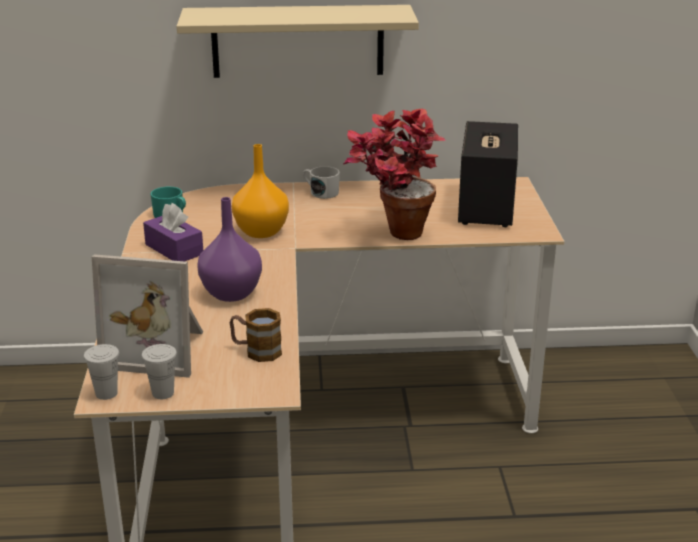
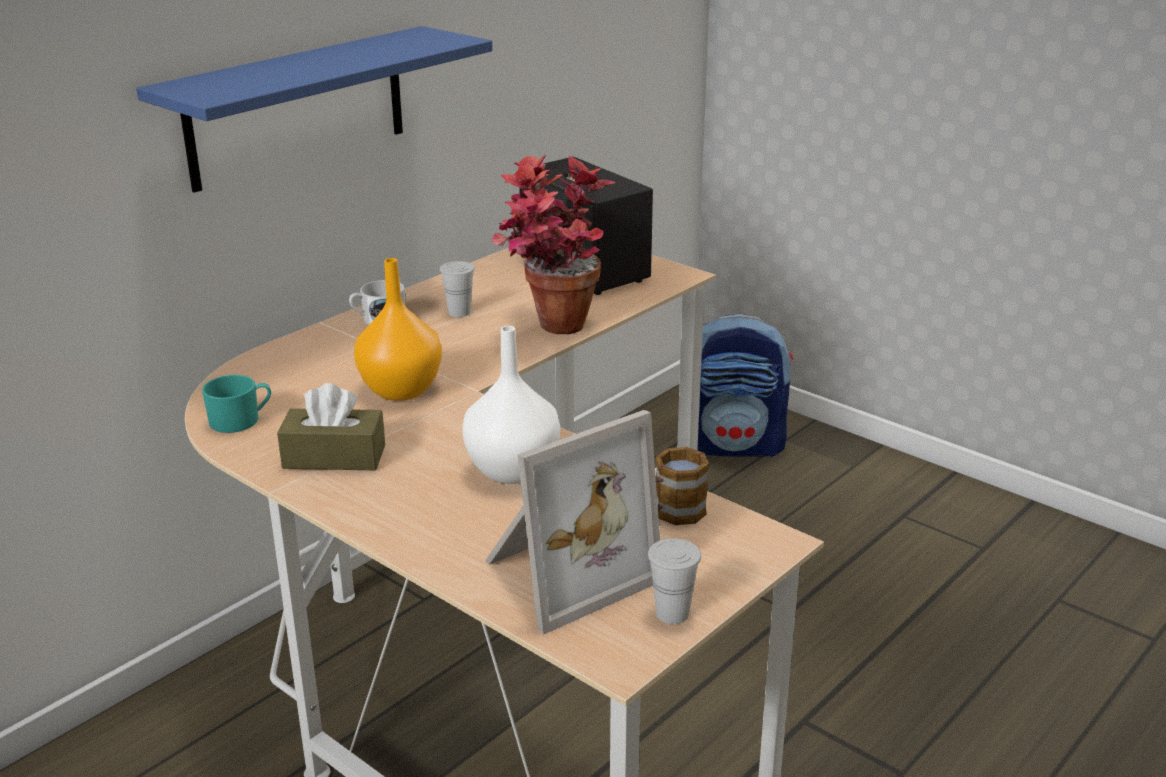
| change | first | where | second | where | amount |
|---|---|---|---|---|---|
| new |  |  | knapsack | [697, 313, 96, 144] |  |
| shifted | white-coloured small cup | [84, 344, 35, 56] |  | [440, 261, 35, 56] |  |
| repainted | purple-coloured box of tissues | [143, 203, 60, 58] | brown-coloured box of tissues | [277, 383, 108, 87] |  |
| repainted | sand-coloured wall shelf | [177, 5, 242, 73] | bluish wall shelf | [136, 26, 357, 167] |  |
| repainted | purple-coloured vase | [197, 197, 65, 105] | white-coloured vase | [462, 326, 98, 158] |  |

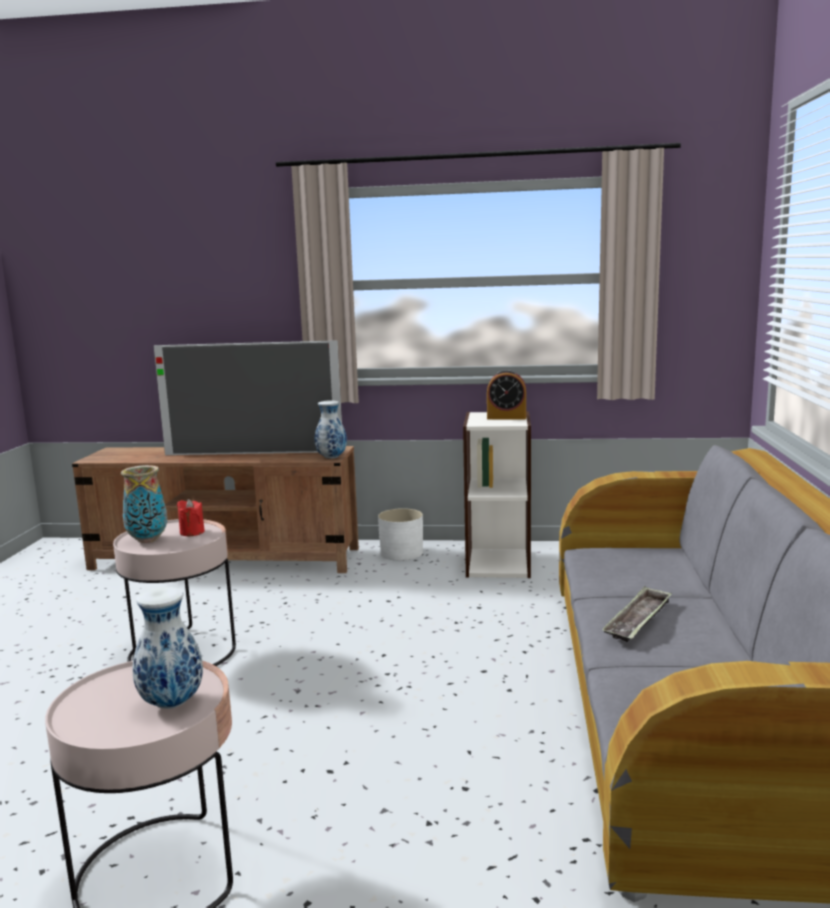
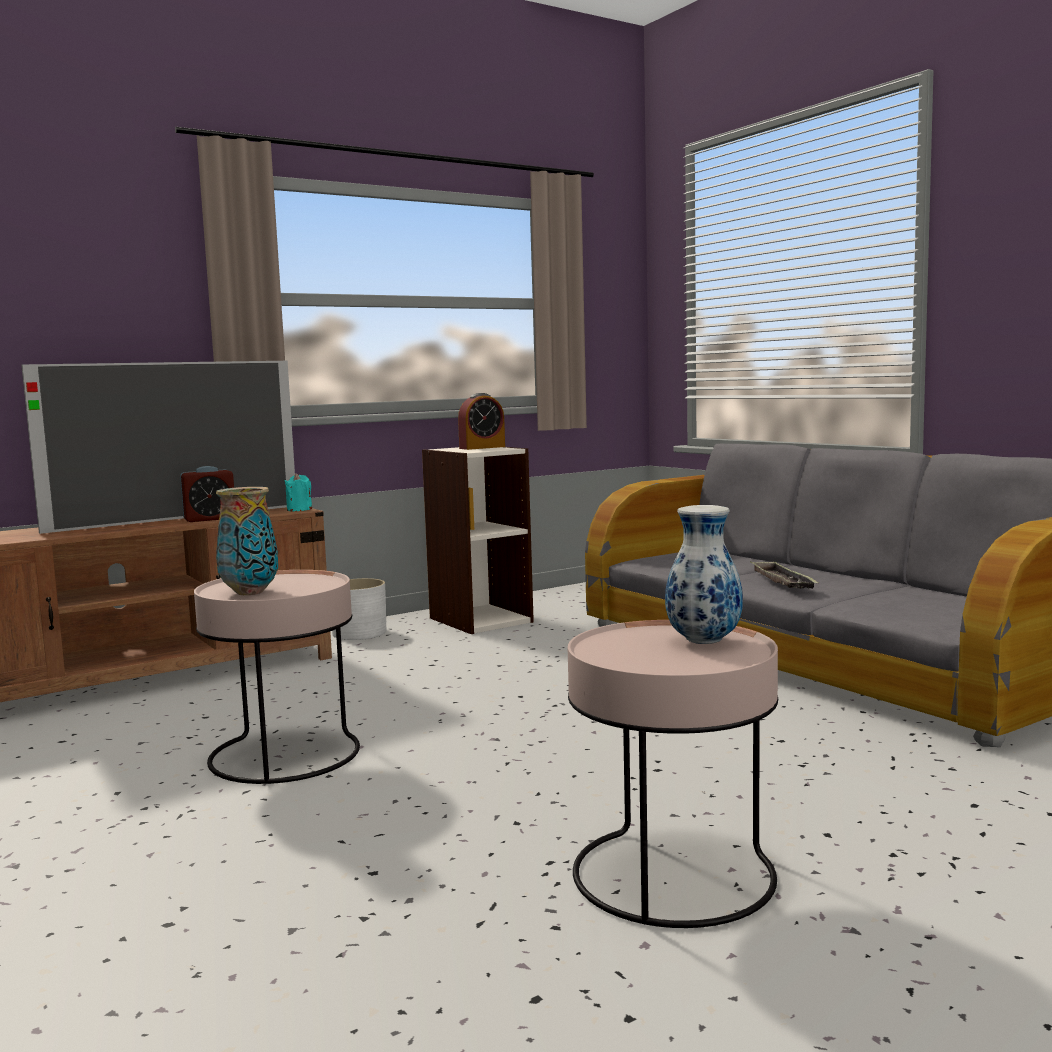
| change | first | where | second | where | amount |
|---|---|---|---|---|---|
| gone | reddish wax candle | [177, 499, 28, 37] |  |  |  |
| new |  |  | alarm clock | [180, 466, 54, 56] |  |
| swapped | vase | [315, 400, 32, 59] | turquoise wax candle | [284, 473, 28, 38] |  |

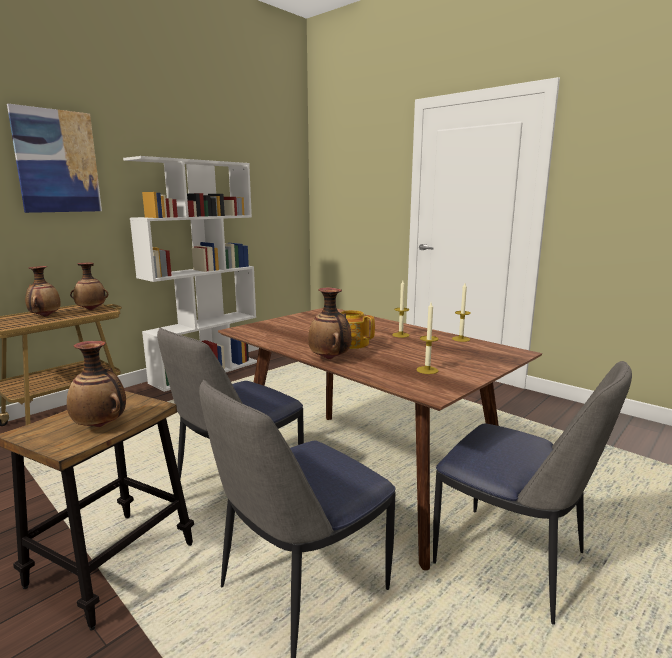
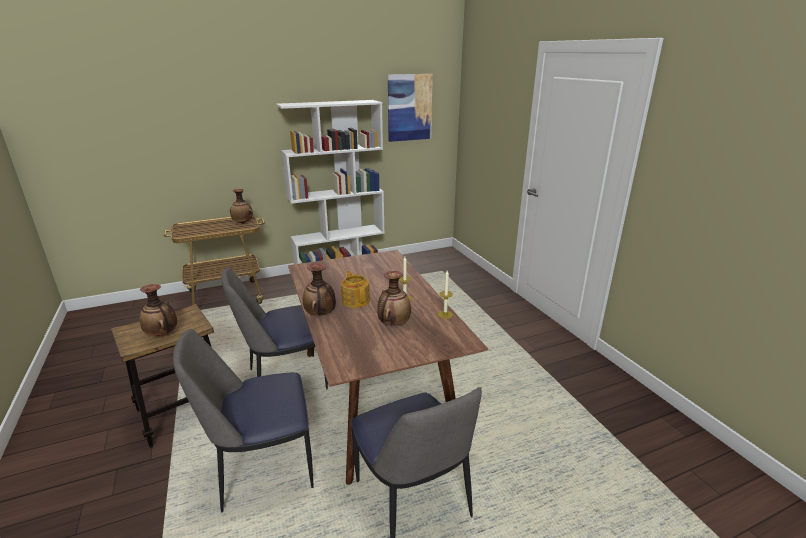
| change | first | where | second | where | amount |
|---|---|---|---|---|---|
| gone | wax candle | [416, 302, 23, 72] |  |  |  |
| shifted | wall picture | [7, 104, 95, 109] |  | [388, 74, 45, 68] |  |
| shifted | vase | [25, 266, 36, 51] |  | [377, 271, 34, 54] |  |

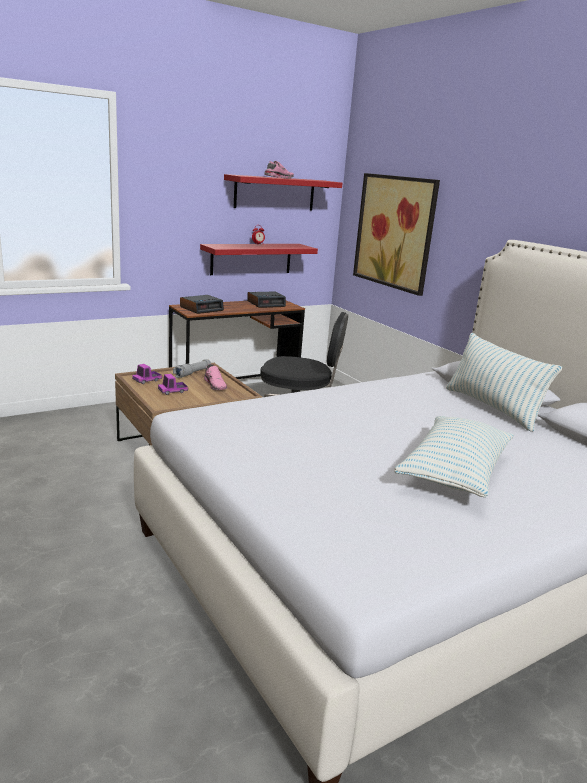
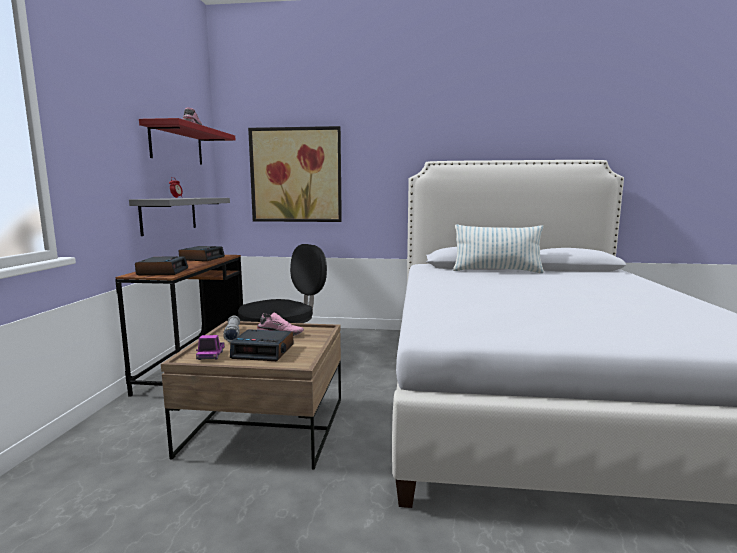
| change | first | where | second | where | amount |
|---|---|---|---|---|---|
| gone | throw pillow | [394, 416, 120, 81] |  |  |  |
| swapped | toy lorry | [158, 374, 30, 21] | alarm clock | [230, 329, 63, 32] |  |
| repainted | reddish wall shelf | [200, 244, 118, 31] | gray wall shelf | [129, 198, 101, 38] |  |

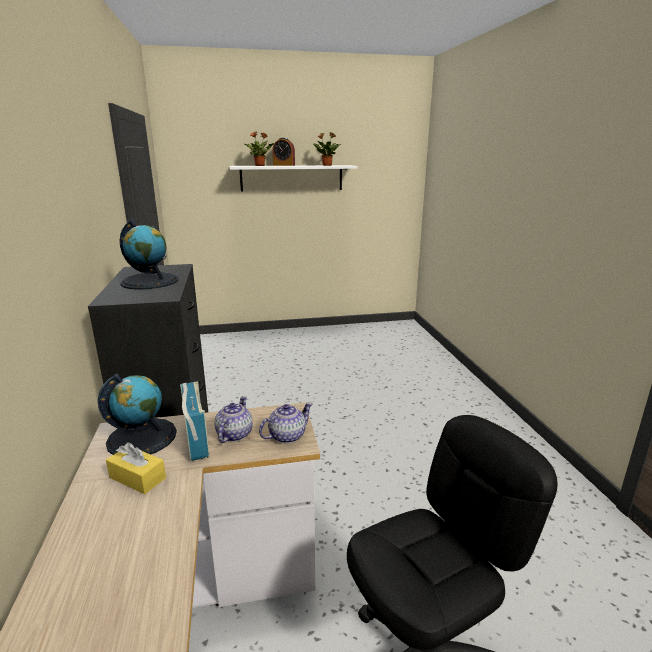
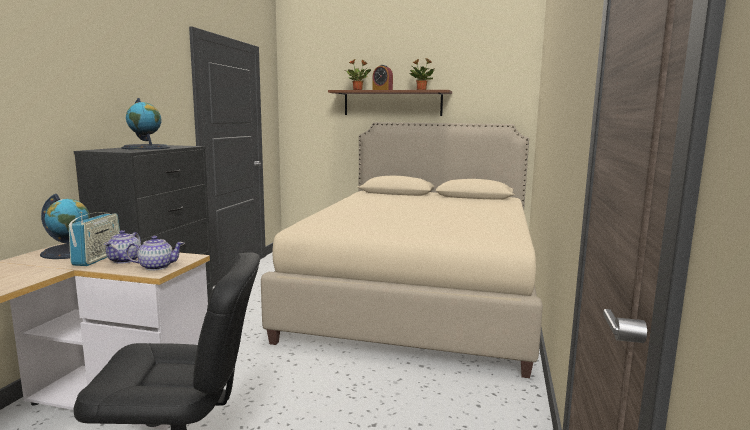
| change | first | where | second | where | amount |
|---|---|---|---|---|---|
| gone | yellowish box of tissues | [106, 442, 60, 52] |  |  |  |
| new |  |  | sand-coloured bed | [261, 122, 282, 256] |  |
| repainted | white-coloured wall shelf | [230, 165, 128, 27] | brown-coloured wall shelf | [328, 90, 124, 26] |  |
| rotated | teapot | [215, 396, 38, 47] |  | [104, 230, 37, 34] | 150 degrees clockwise |

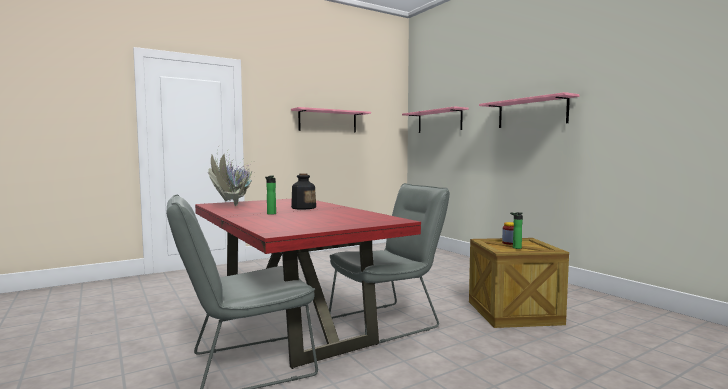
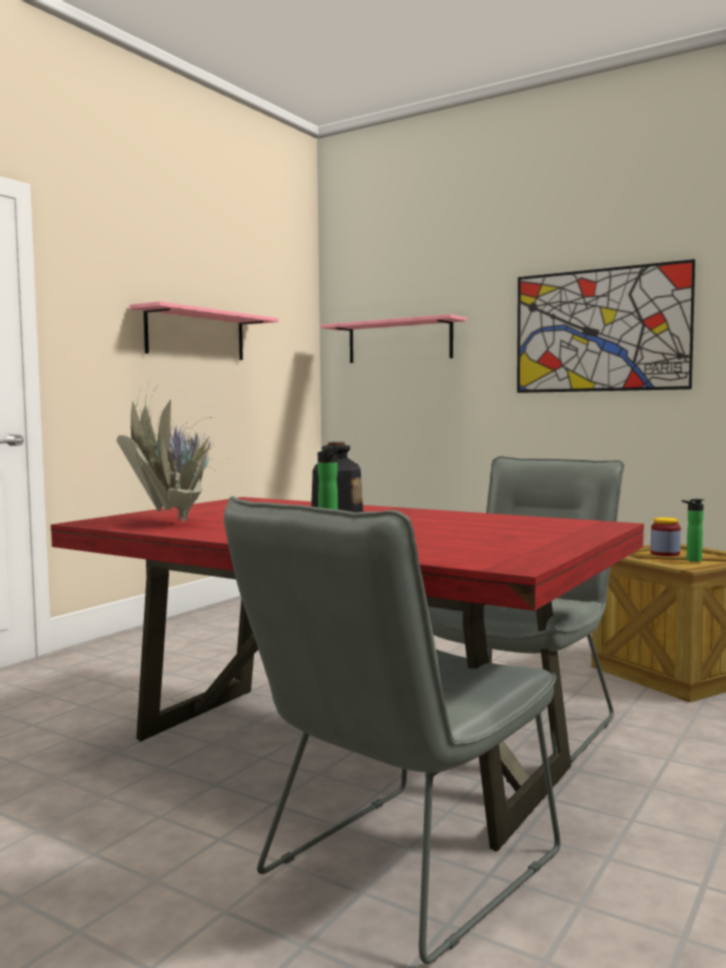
| change | first | where | second | where | amount |
|---|---|---|---|---|---|
| swapped | pink-coloured wall shelf | [479, 92, 101, 36] | wall picture | [517, 259, 178, 134] |  |

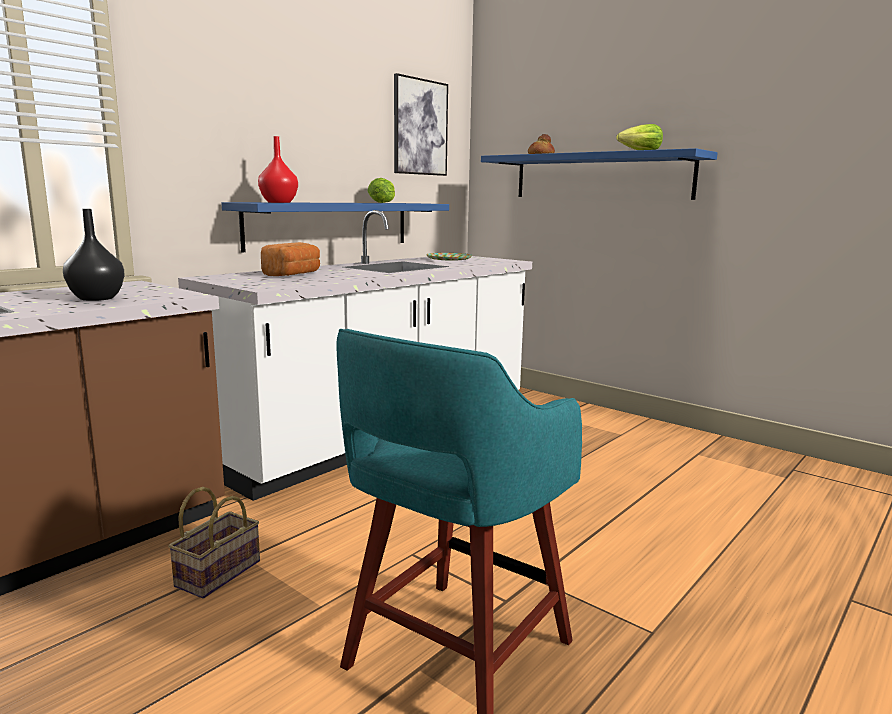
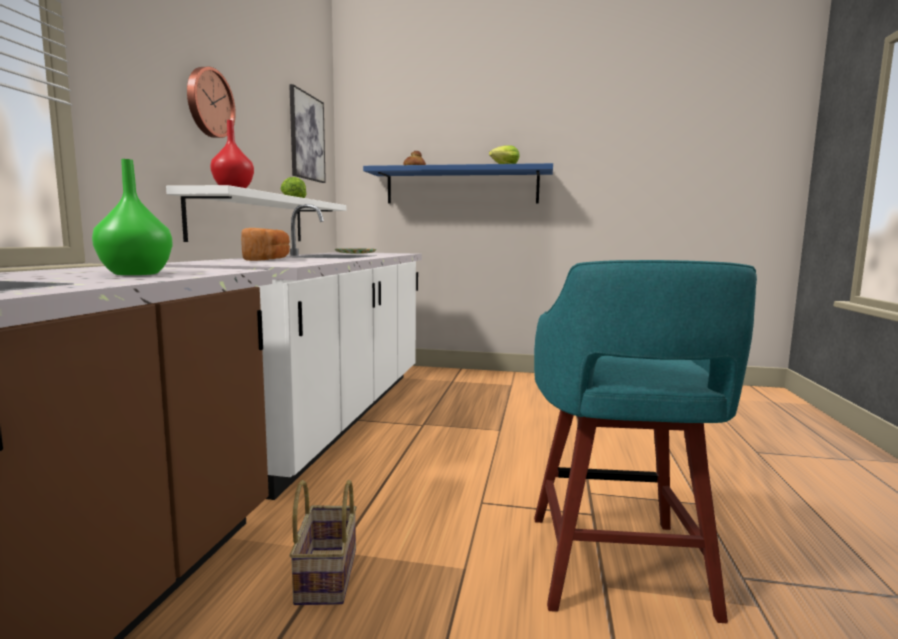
| change | first | where | second | where | amount |
|---|---|---|---|---|---|
| new |  |  | wall clock | [187, 67, 49, 71] |  |
| repainted | black-coloured vase | [63, 209, 62, 92] | green vase | [92, 159, 81, 116] |  |
| repainted | bluish wall shelf | [222, 202, 227, 50] | white-coloured wall shelf | [166, 185, 181, 57] |  |

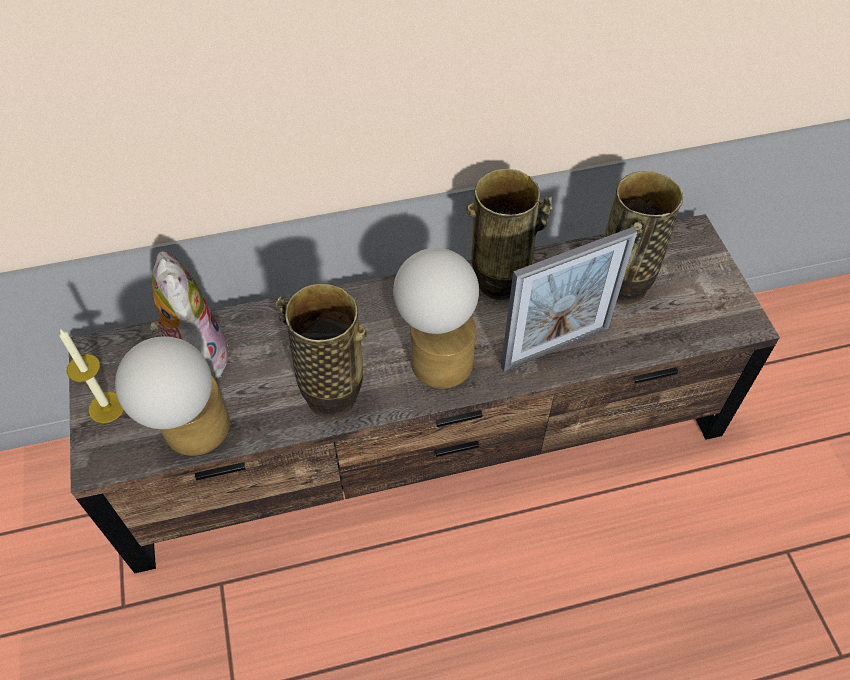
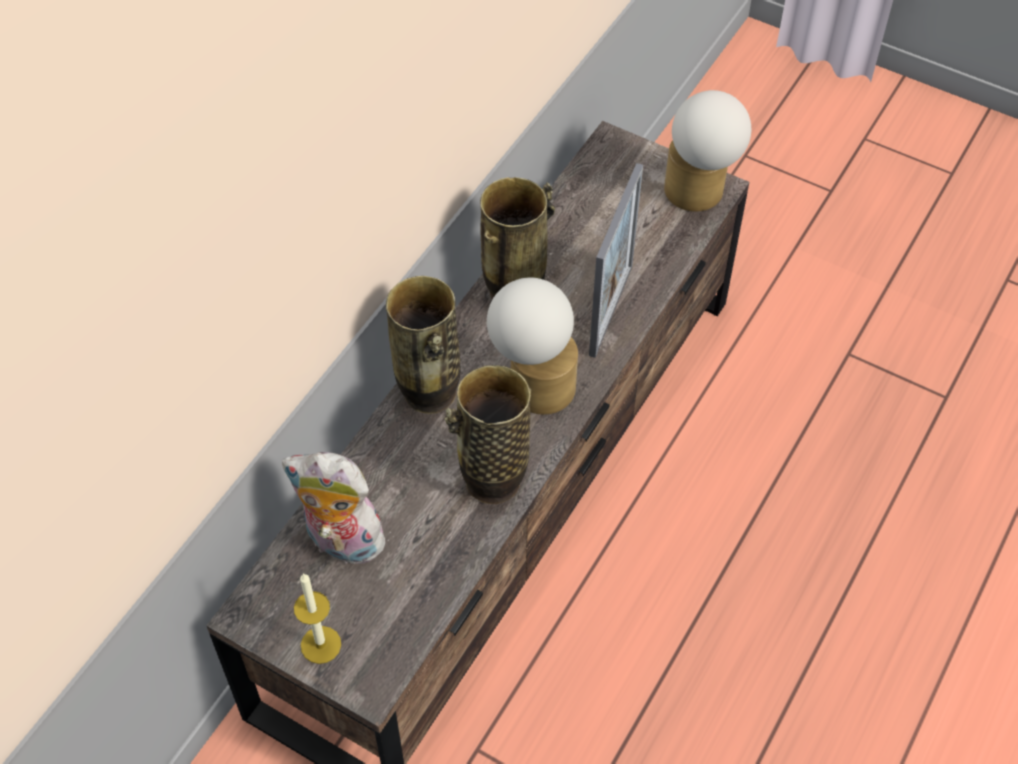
| change | first | where | second | where | amount |
|---|---|---|---|---|---|
| shifted | table lamp | [115, 336, 115, 120] |  | [664, 90, 87, 122] |  |
| shifted | vase | [604, 171, 79, 134] |  | [386, 276, 74, 138] |  |

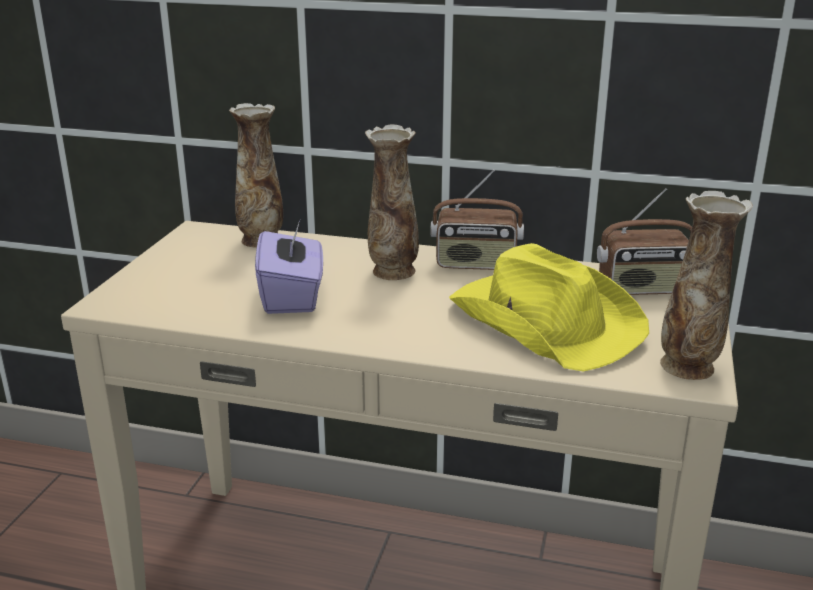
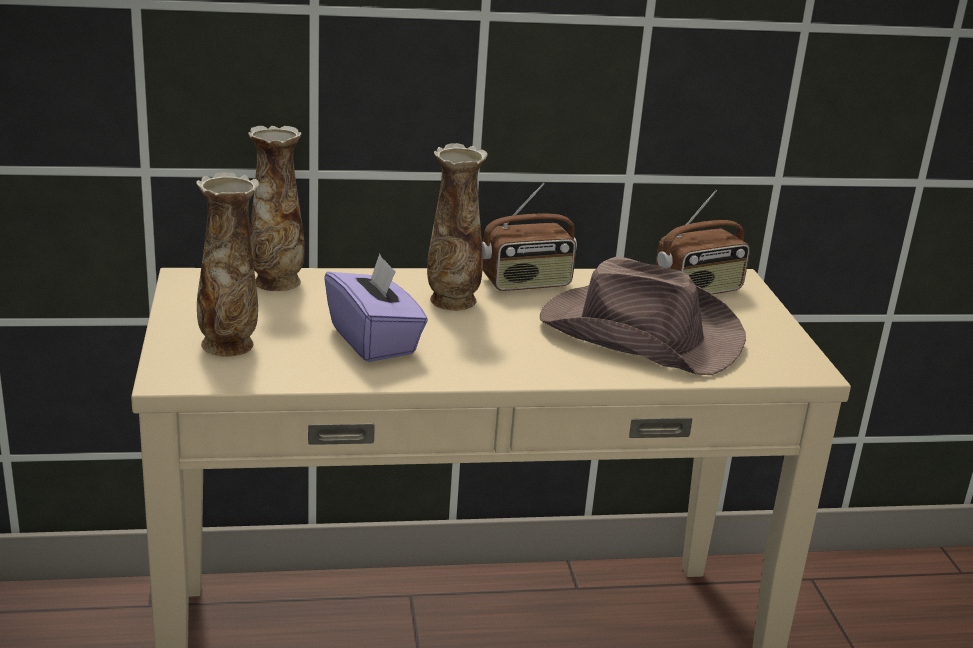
| change | first | where | second | where | amount |
|---|---|---|---|---|---|
| shifted | vase | [660, 191, 93, 189] |  | [196, 172, 63, 185] |  |
| repainted | yellowish clothing hat | [449, 243, 200, 129] | brown-coloured clothing hat | [540, 257, 206, 118] |  |

